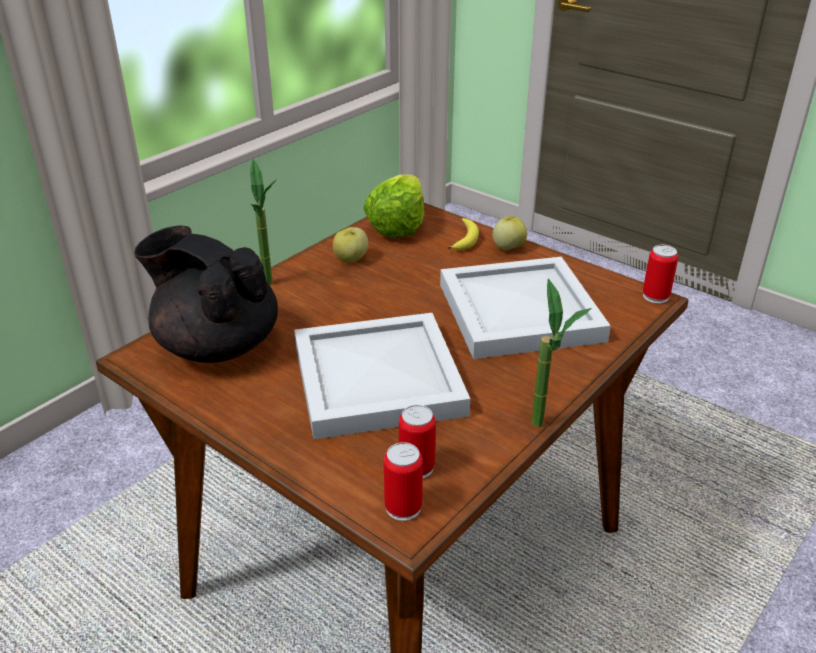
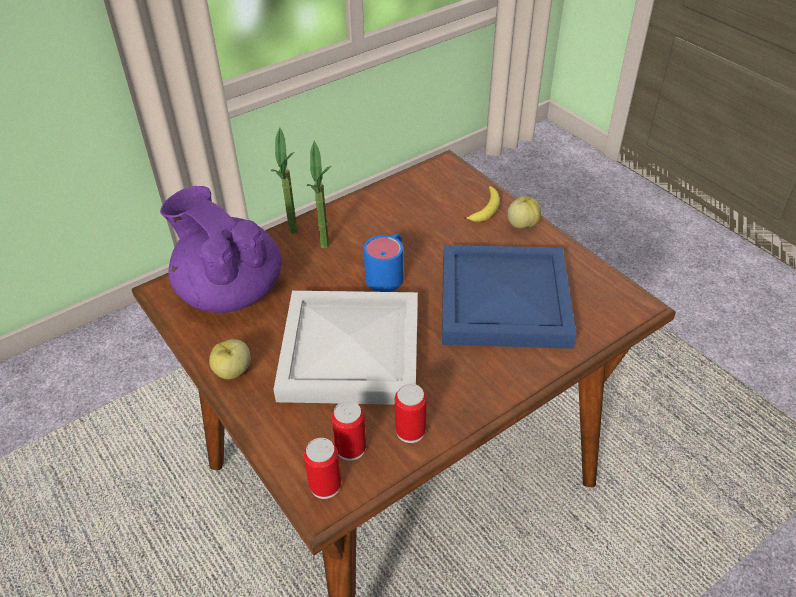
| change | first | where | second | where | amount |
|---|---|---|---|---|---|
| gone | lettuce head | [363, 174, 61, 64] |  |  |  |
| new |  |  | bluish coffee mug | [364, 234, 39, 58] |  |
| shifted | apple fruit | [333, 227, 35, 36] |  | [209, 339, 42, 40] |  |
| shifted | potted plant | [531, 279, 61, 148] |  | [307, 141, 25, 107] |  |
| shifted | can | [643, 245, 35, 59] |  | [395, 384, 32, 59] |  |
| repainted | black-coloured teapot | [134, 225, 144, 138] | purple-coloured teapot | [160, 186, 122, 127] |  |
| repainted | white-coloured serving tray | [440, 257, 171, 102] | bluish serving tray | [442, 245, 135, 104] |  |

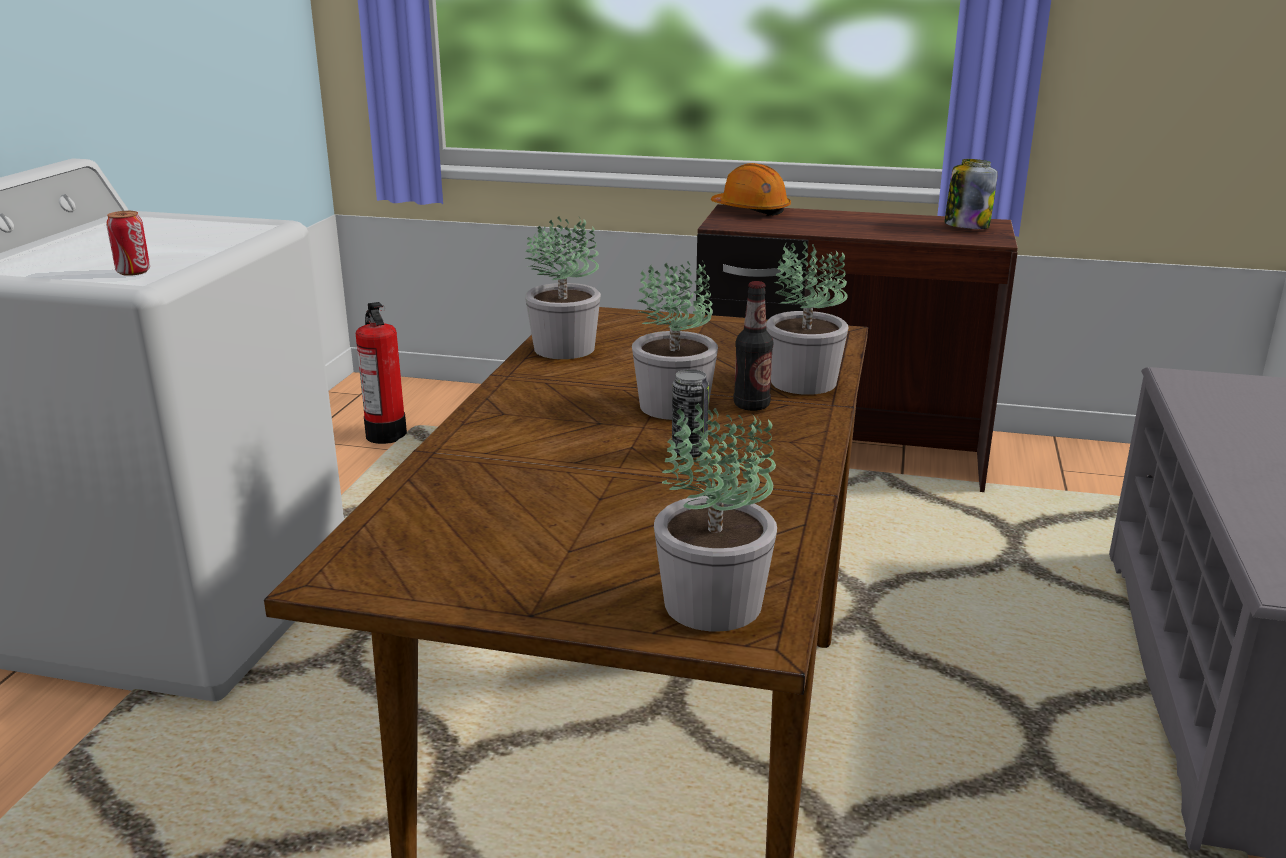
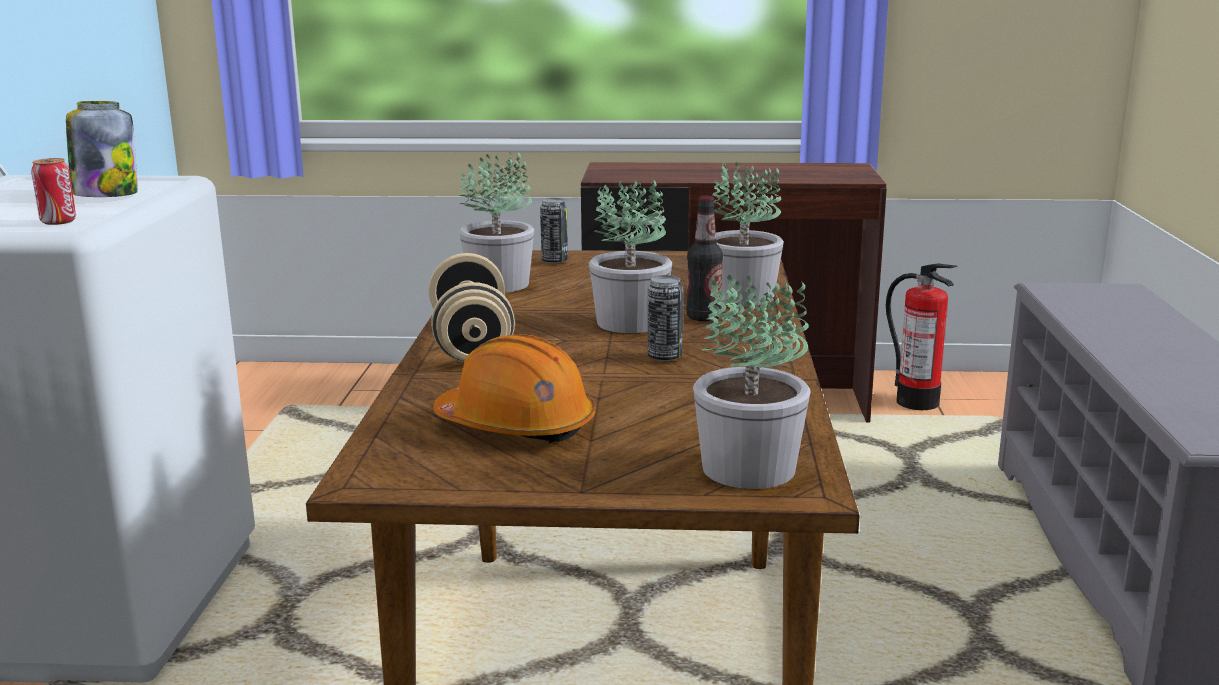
| change | first | where | second | where | amount |
|---|---|---|---|---|---|
| new |  |  | sand-coloured hand weight | [429, 253, 86, 109] |  |
| new |  |  | can | [540, 198, 28, 66] |  |
| shifted | extinguisher | [356, 302, 51, 142] |  | [886, 263, 72, 147] |  |
| shifted | orangey work helmet | [711, 163, 80, 53] |  | [433, 334, 163, 109] |  |
| shifted | storage jar | [944, 159, 54, 70] |  | [66, 101, 72, 96] |  |

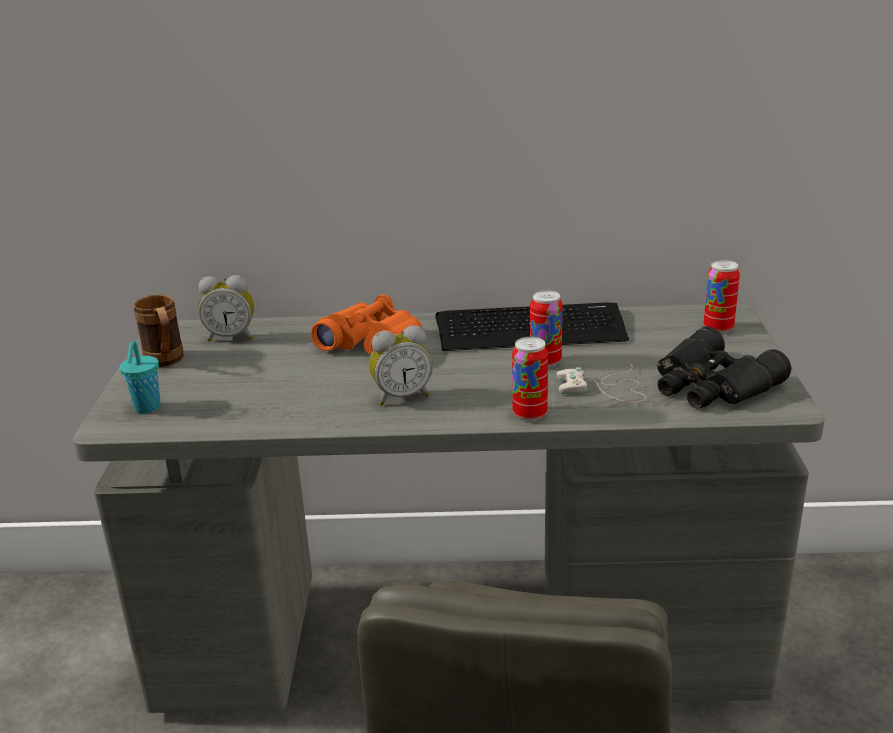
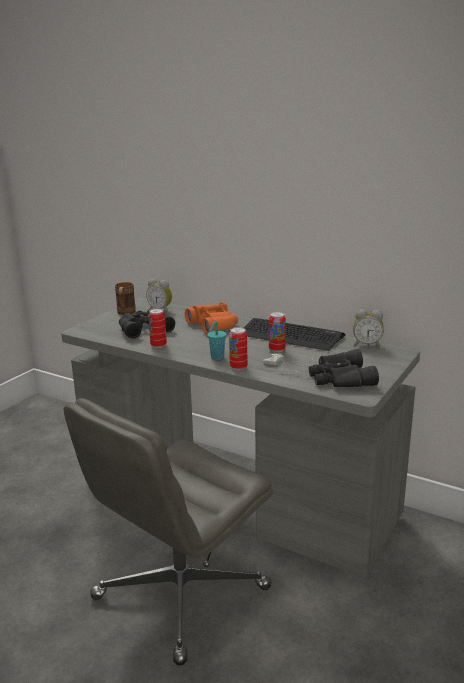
| change | first | where | second | where | amount |
|---|---|---|---|---|---|
| new |  |  | black-coloured field glasses | [119, 308, 56, 31] |  |
| shifted | turquoise small cup | [119, 341, 42, 73] |  | [207, 321, 20, 39] |  |
| shifted | alarm clock | [369, 325, 64, 81] |  | [353, 309, 31, 38] |  |
| shifted | can | [704, 260, 36, 73] |  | [148, 308, 19, 40] |  |

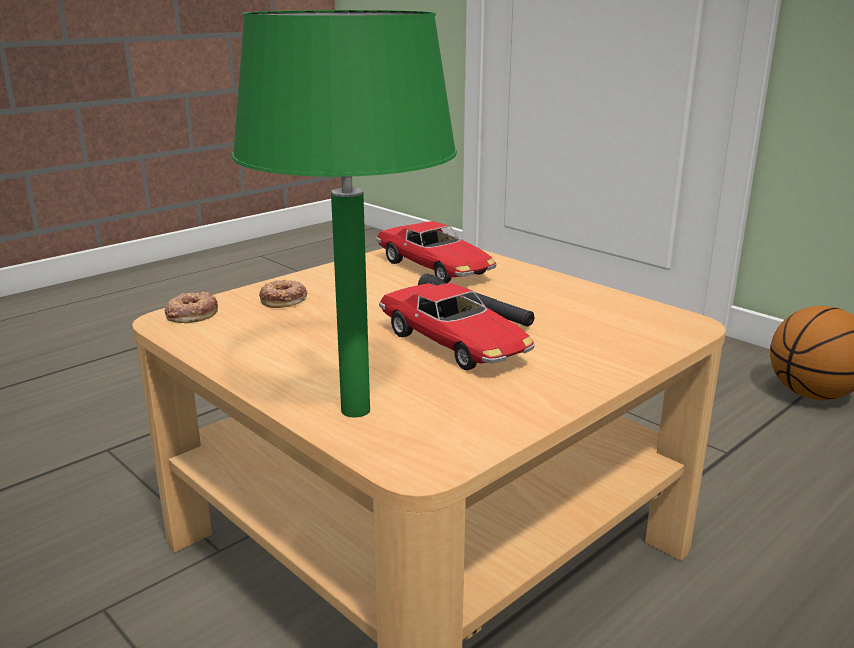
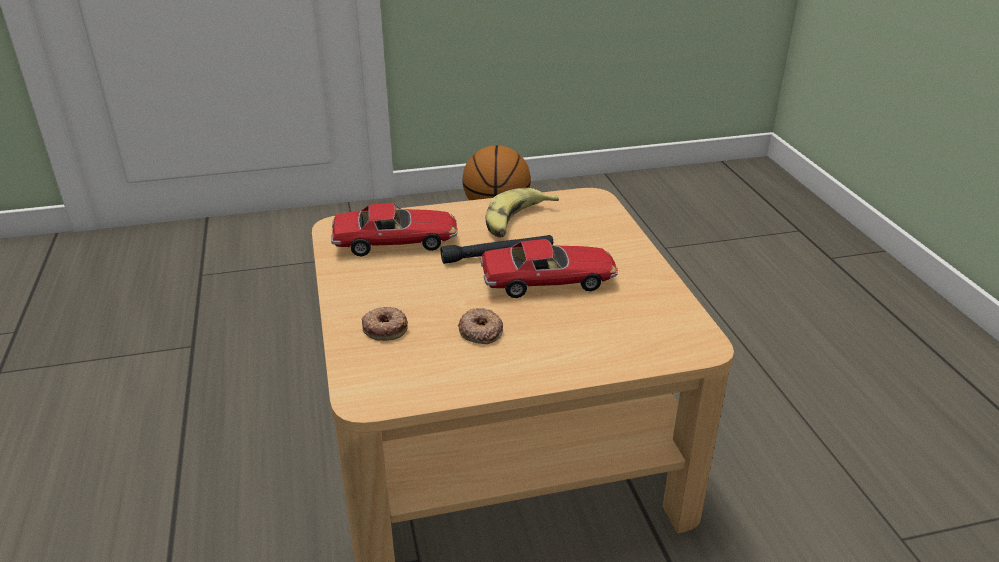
| change | first | where | second | where | amount |
|---|---|---|---|---|---|
| gone | green table lamp | [232, 10, 225, 407] |  |  |  |
| new |  |  | banana fruit | [486, 188, 73, 50] |  |
| shifted | donut | [165, 292, 53, 31] |  | [458, 308, 45, 36] |  |

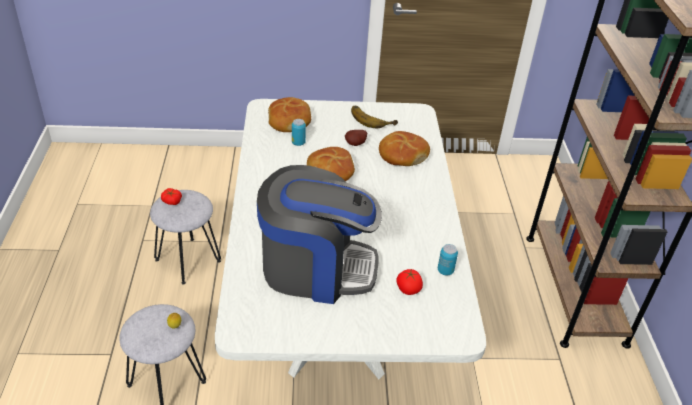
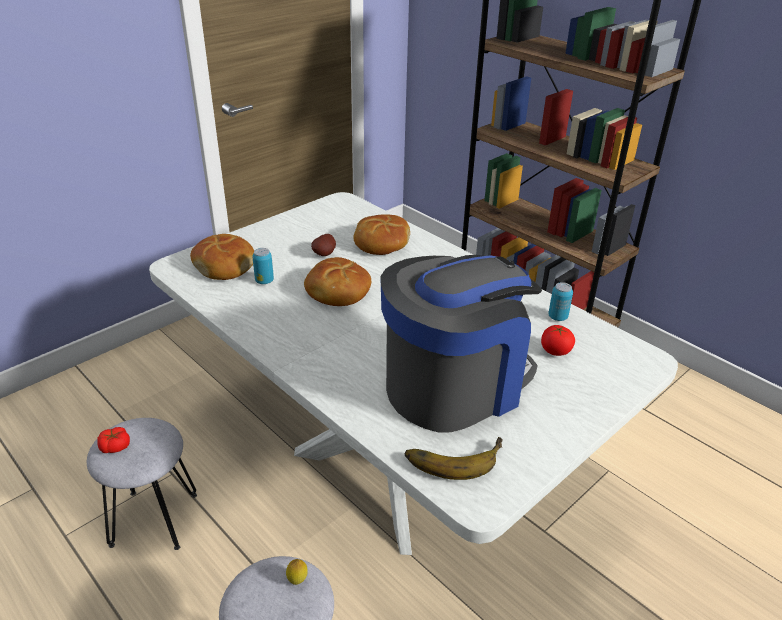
| change | first | where | second | where | amount |
|---|---|---|---|---|---|
| shifted | banana fruit | [351, 106, 47, 23] |  | [405, 437, 98, 43] |  |

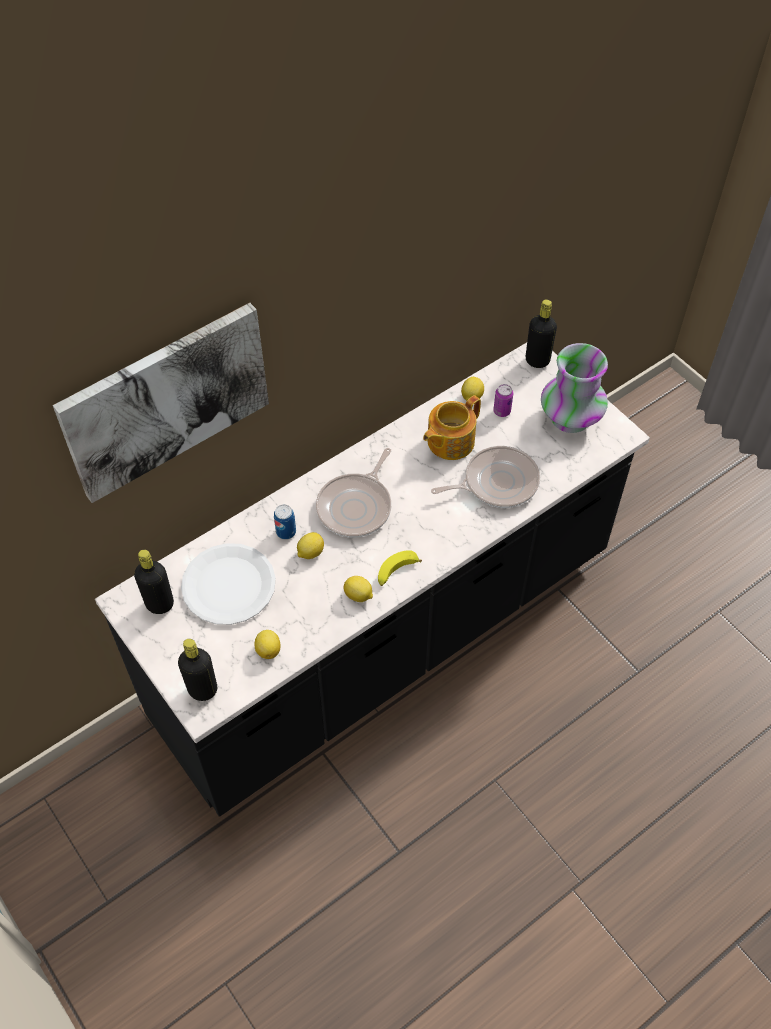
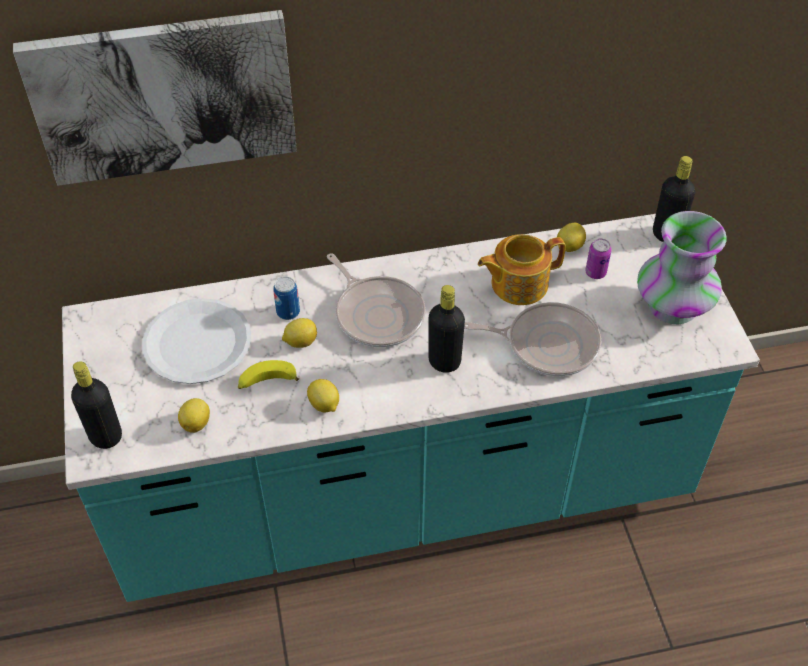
| change | first | where | second | where | amount |
|---|---|---|---|---|---|
| shifted | black-coloured bottle | [134, 550, 40, 64] |  | [428, 285, 37, 88] |  |
| shifted | banana fruit | [378, 550, 44, 36] |  | [238, 360, 61, 29] |  |
| repainted | black-coloured kitchen counter | [95, 342, 555, 475] | turquoise kitchen counter | [62, 214, 698, 388] |  |
| rotated | skillet | [316, 448, 75, 90] |  | [327, 253, 98, 94] | 90 degrees counterclockwise |

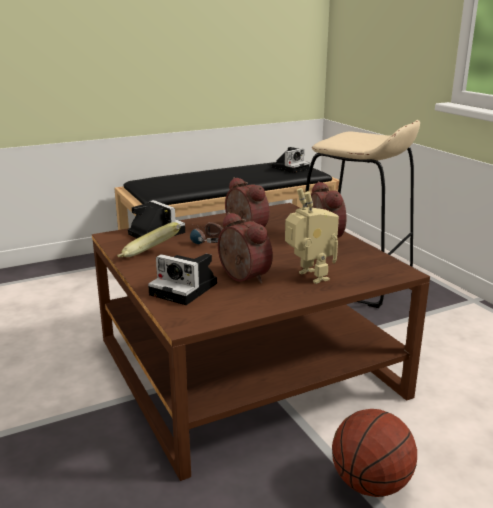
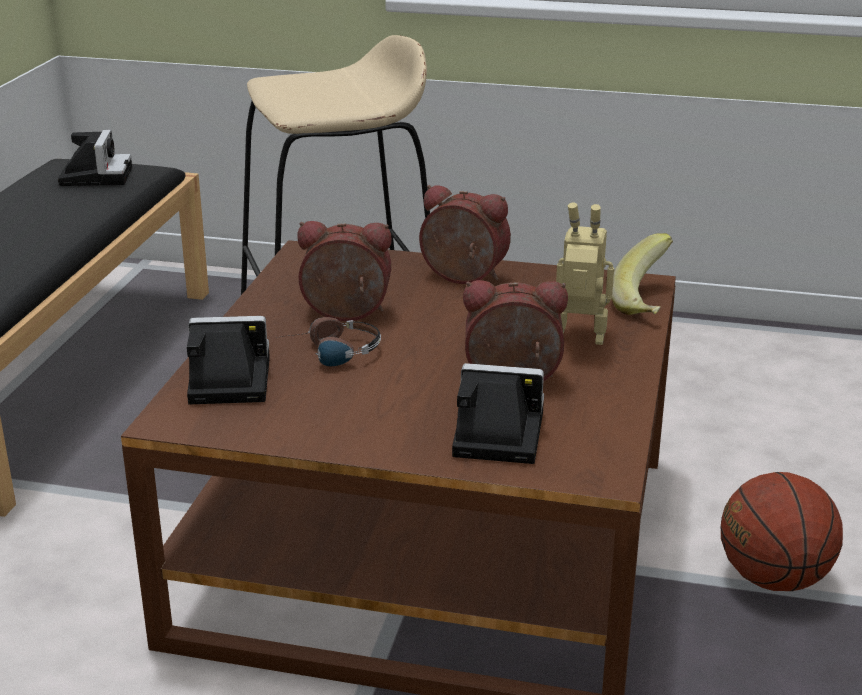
| change | first | where | second | where | amount |
|---|---|---|---|---|---|
| shifted | banana fruit | [117, 222, 63, 36] |  | [612, 233, 61, 82] |  |
| rotated | still camera | [148, 254, 69, 51] |  | [452, 363, 92, 101] | 150 degrees counterclockwise |

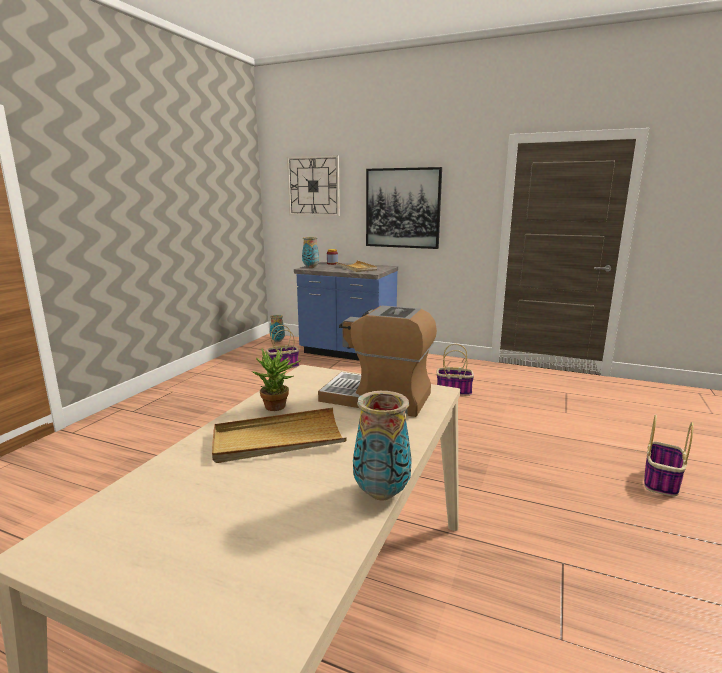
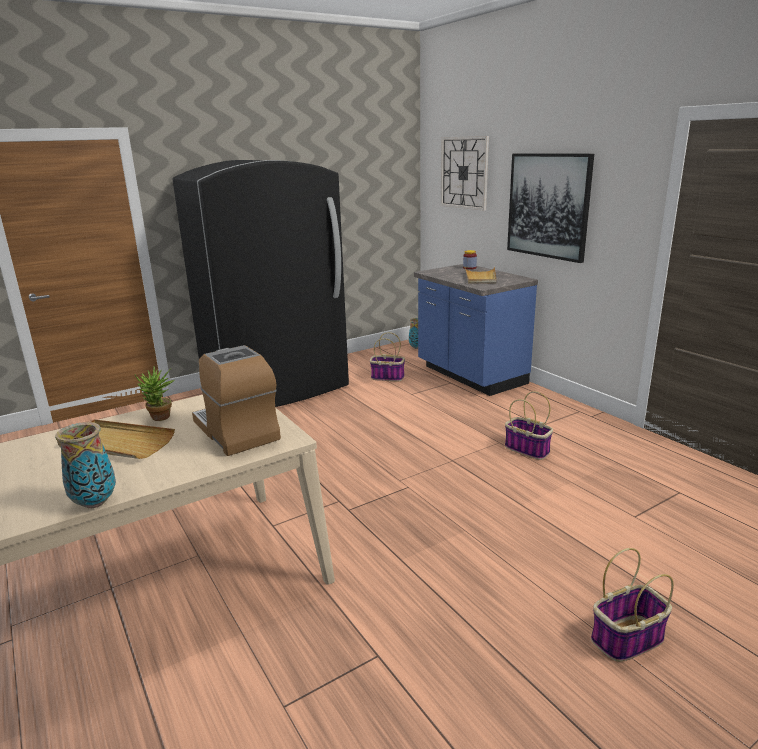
| change | first | where | second | where | amount |
|---|---|---|---|---|---|
| gone | vase | [302, 237, 17, 31] |  |  |  |
| new |  |  | black-coloured fridge | [172, 160, 177, 247] |  |

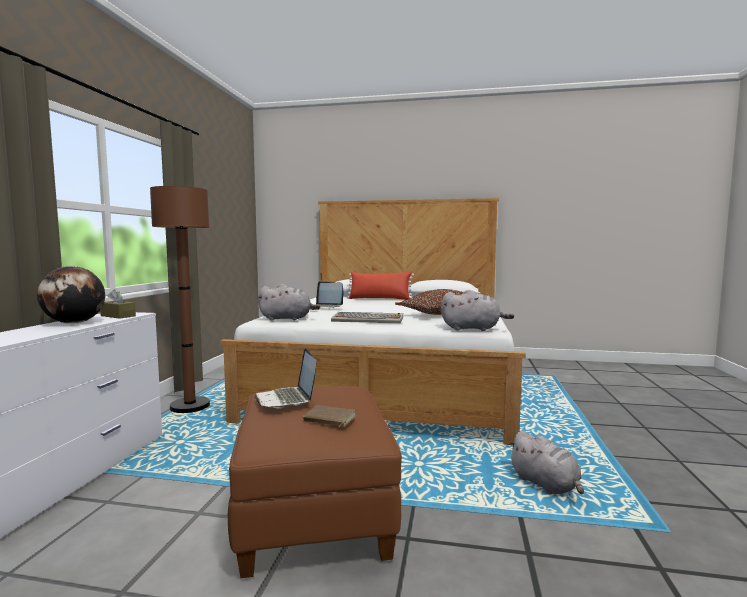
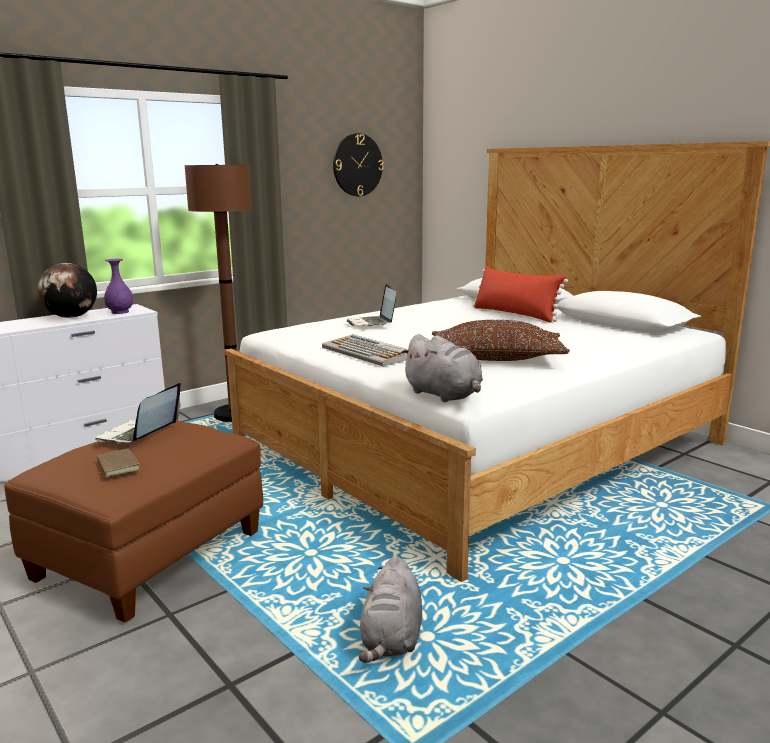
| change | first | where | second | where | amount |
|---|---|---|---|---|---|
| gone | gray cuddly toy | [258, 284, 62, 37] |  |  |  |
| new |  |  | wall clock | [333, 133, 51, 63] |  |
| swapped | brown-coloured box of tissues | [100, 289, 36, 30] | purple-coloured vase | [104, 259, 29, 55] |  |

